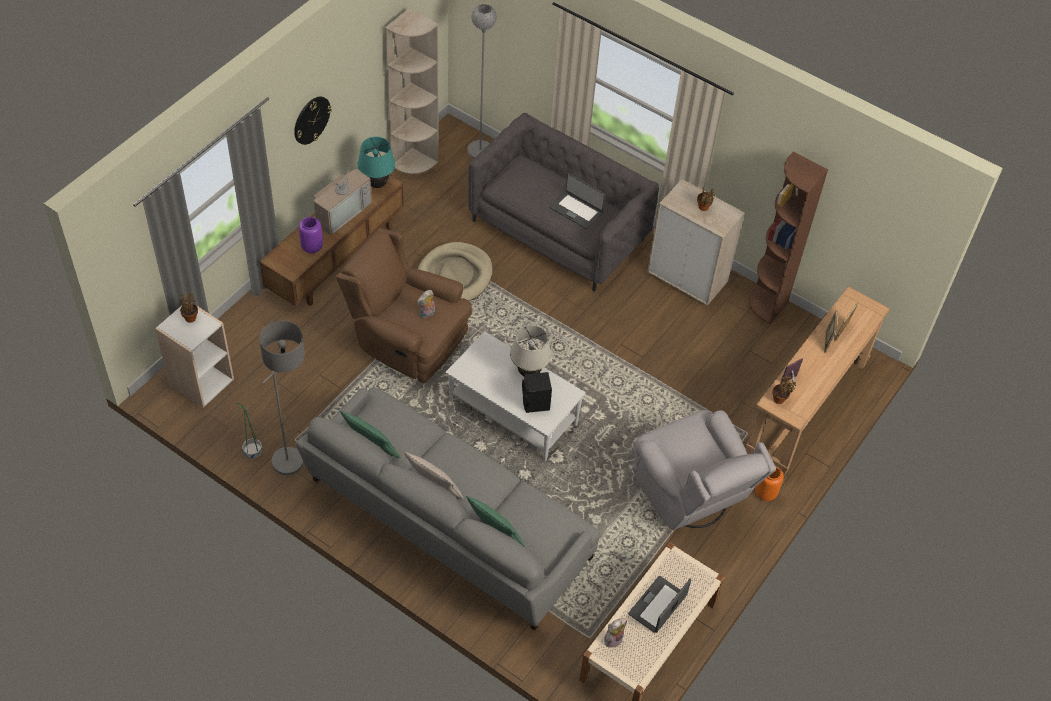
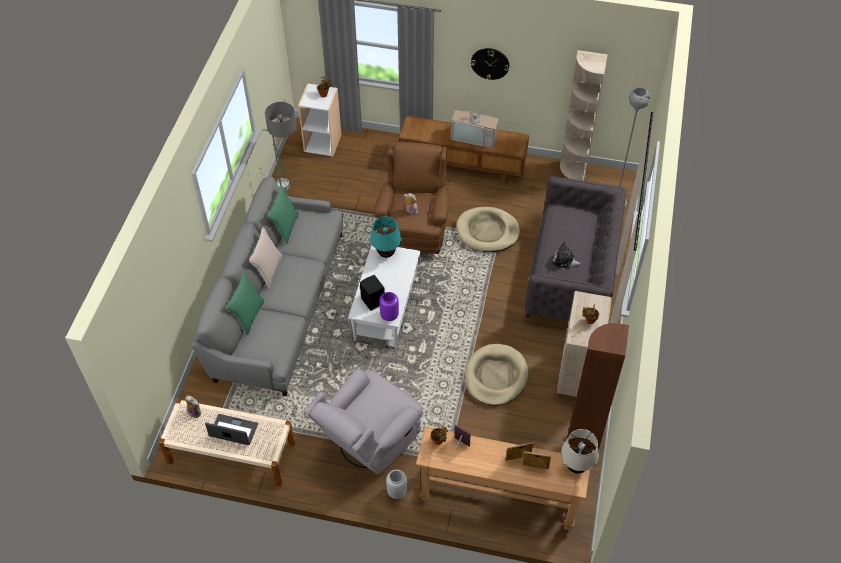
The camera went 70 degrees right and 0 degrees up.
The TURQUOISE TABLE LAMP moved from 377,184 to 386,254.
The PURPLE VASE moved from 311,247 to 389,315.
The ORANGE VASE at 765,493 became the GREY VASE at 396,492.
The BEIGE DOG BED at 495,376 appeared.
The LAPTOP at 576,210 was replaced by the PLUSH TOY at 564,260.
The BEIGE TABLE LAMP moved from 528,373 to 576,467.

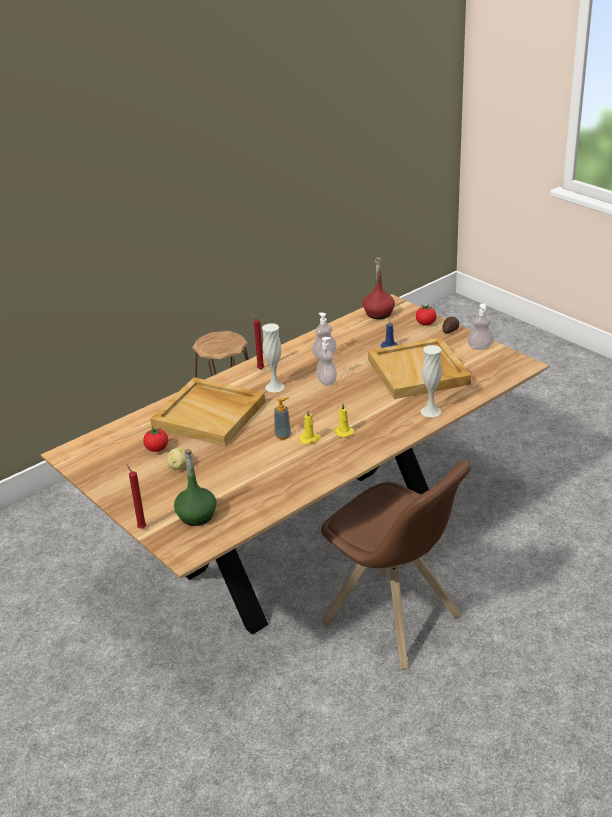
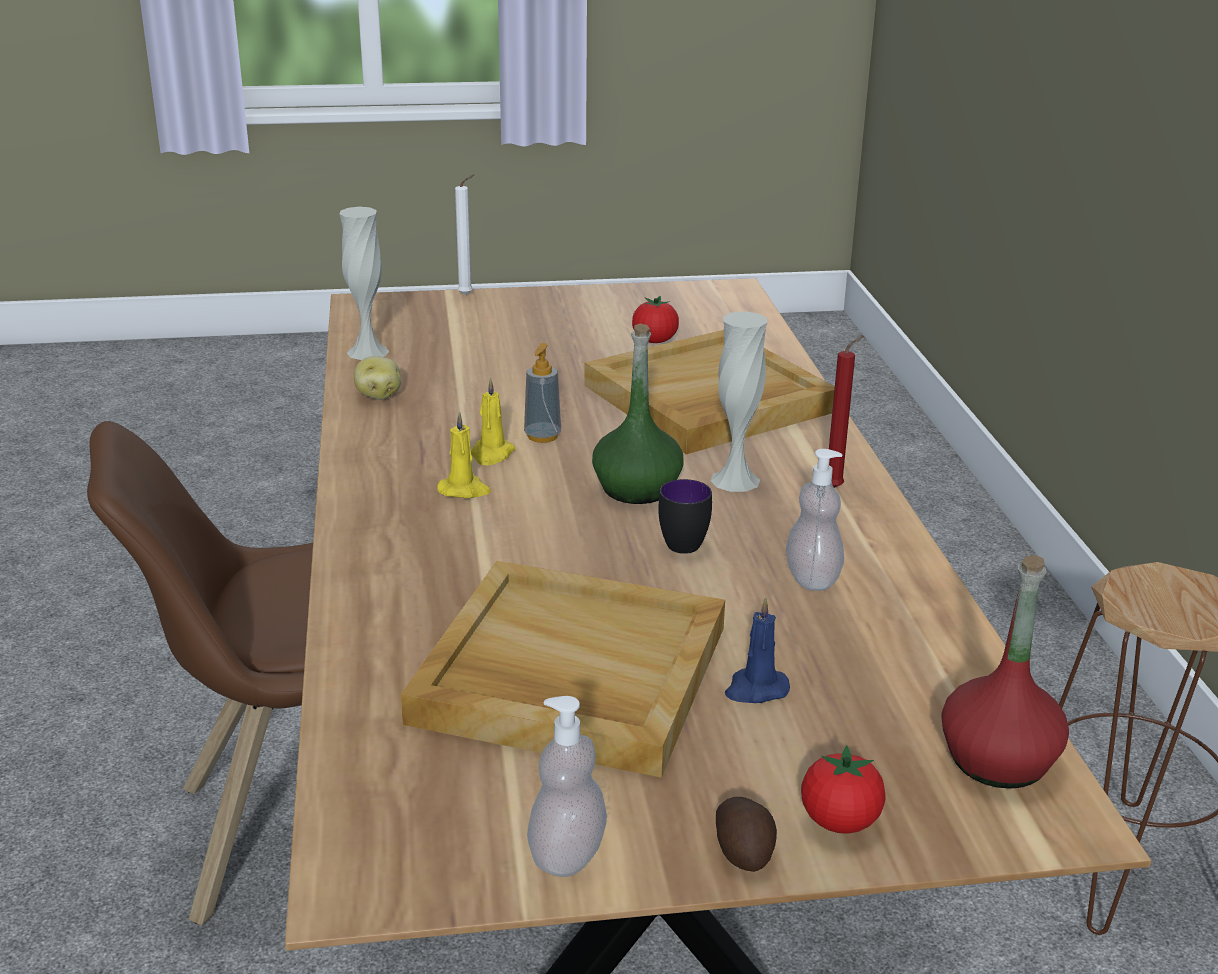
The camera went 120 degrees right and 5 degrees down.
The WHITE VASE moved from 430,411 to 368,352.
The POTATO moved from 179,467 to 378,395.
The RED CANDLE at 141,527 became the WHITE CANDLE at 468,295.
The GREEN BOTTLE moved from 196,516 to 637,488.
The SOAP DISPENSER at 327,381 was replaced by the MUG at 685,540.

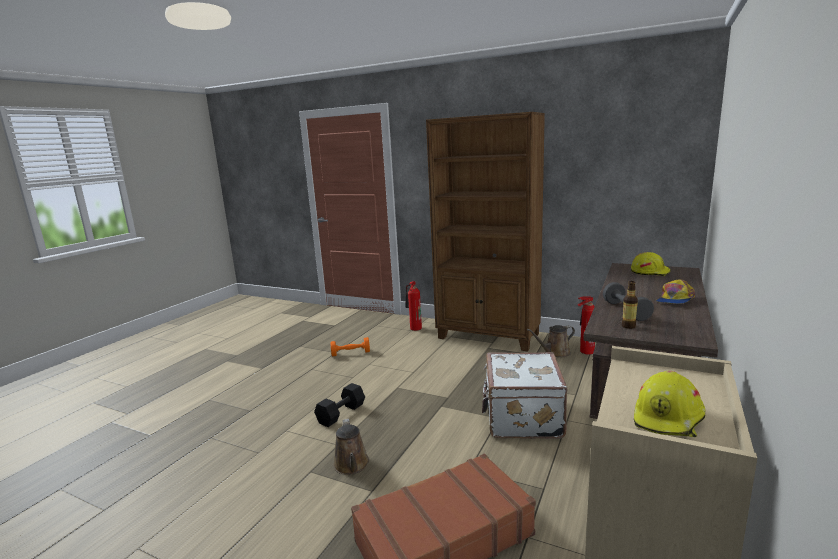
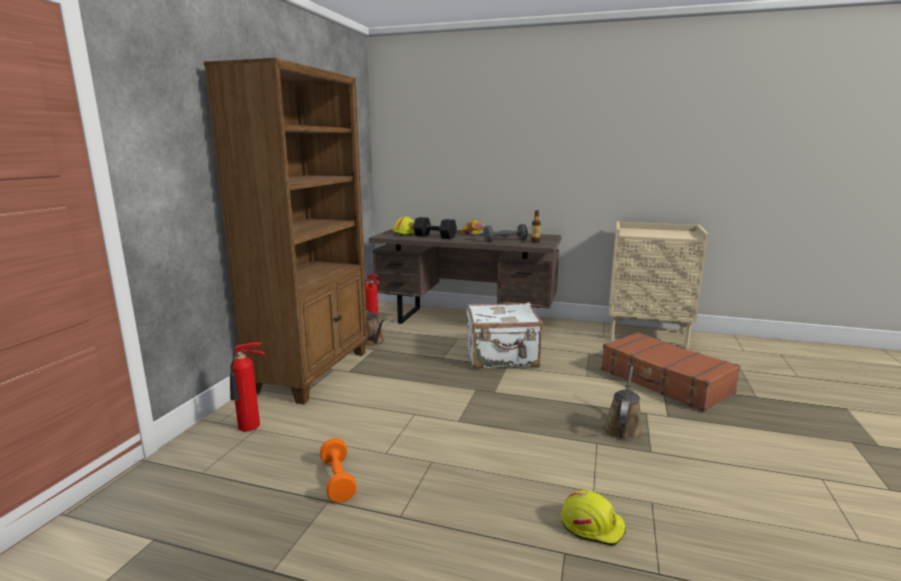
The camera went 100 degrees left and 0 degrees up.
The BLACK DUMBBELL moved from 341,414 to 435,236.
The YELLOW HARD HAT moved from 668,419 to 592,525.
The BROWN WATERING CAN at 352,465 turned 45 degrees counterclockwise.

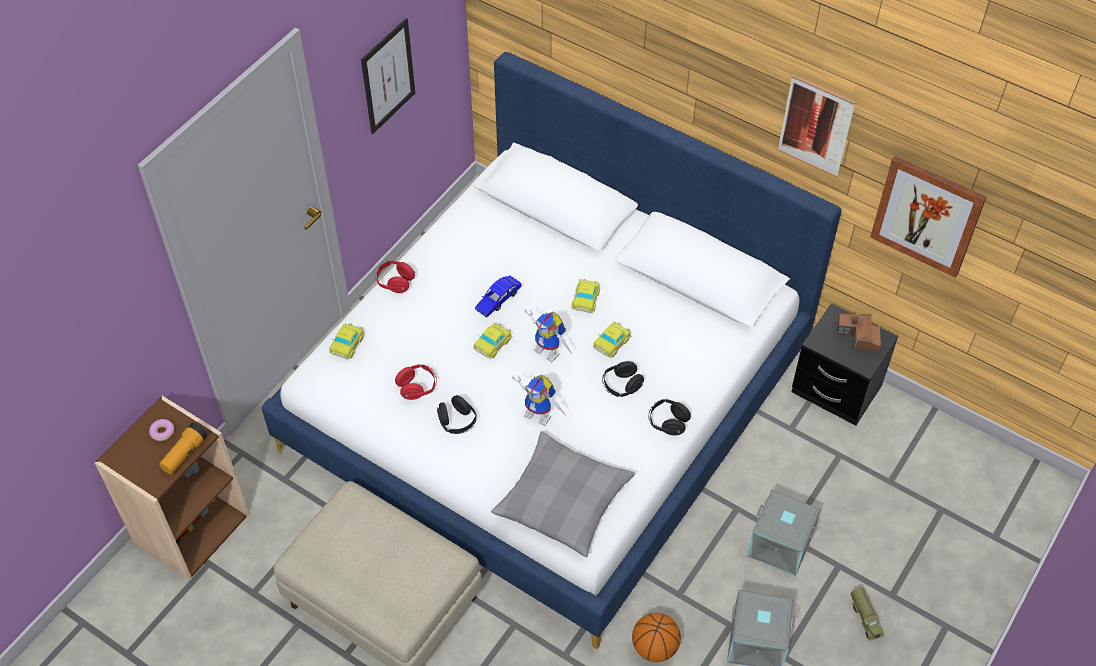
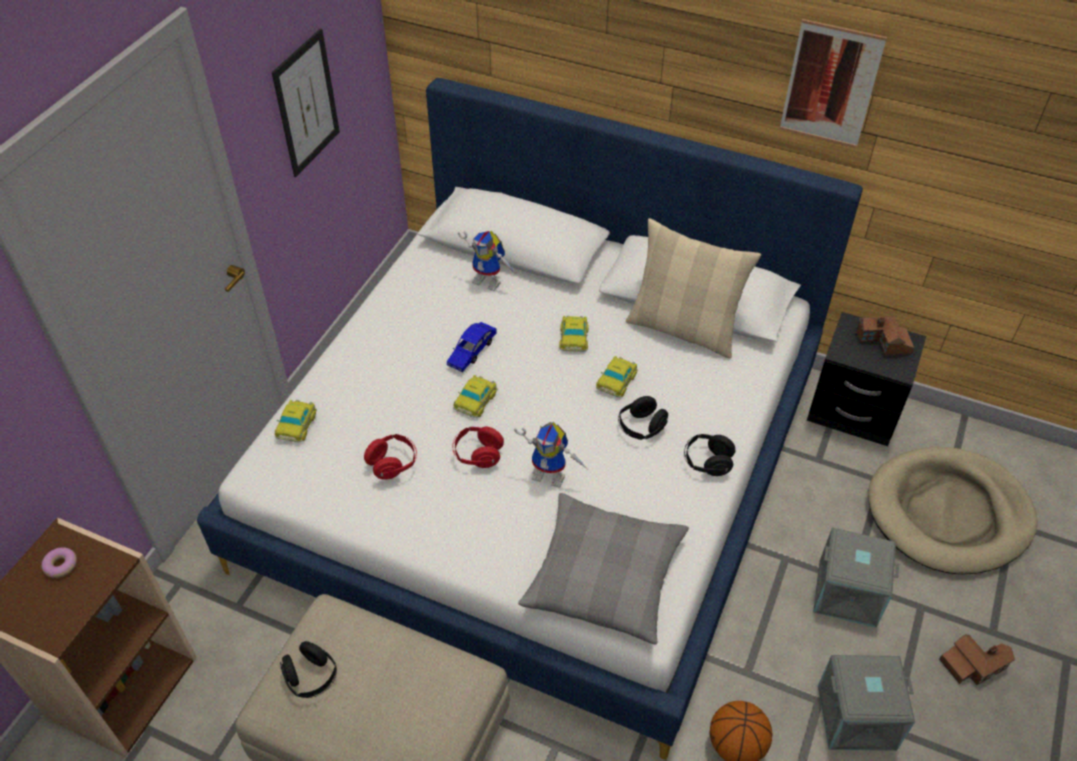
The camera went 10 degrees left and 5 degrees down.
The BLACK HEADPHONES moved from 457,422 to 311,677.
The RED HEADPHONES moved from 395,282 to 478,454.
The TOY ROBOT moved from 550,351 to 490,281.
The BEIGE PILLOW at 683,329 appeared.
The BEIGE DOG BED at 948,514 appeared.
The TOY TRUCK at 865,618 was replaced by the TOY HOUSE at 972,664.
The FLASHLIGHT at 184,454 disappeared.
The PICTURE at 927,215 disappeared.

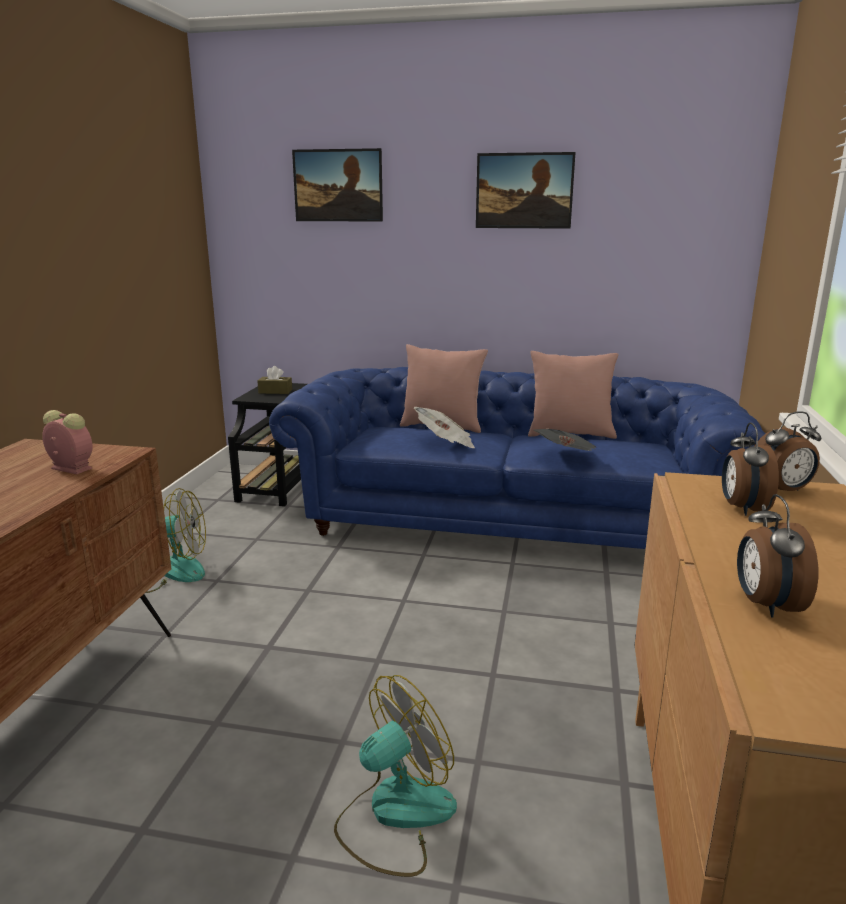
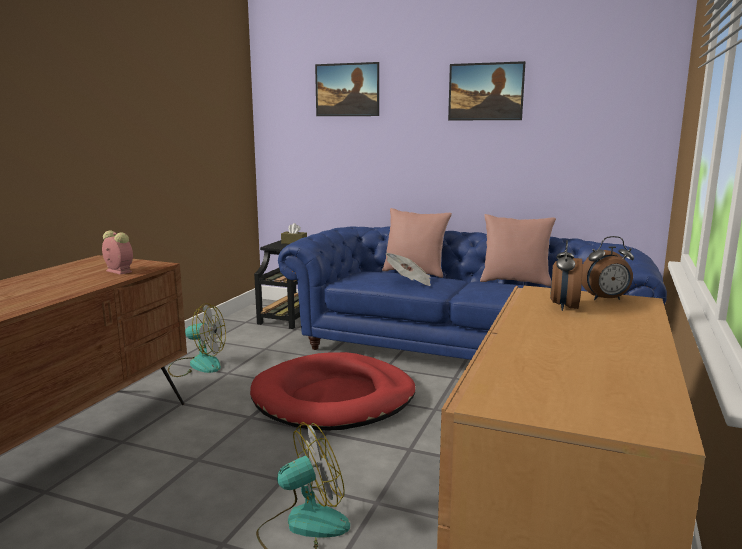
The camera went 10 degrees right and 5 degrees down.
The RED DOG BED at 334,398 appeared.
The NEWSPAPER at 566,457 disappeared.
The ALARM CLOCK at 765,605 disappeared.

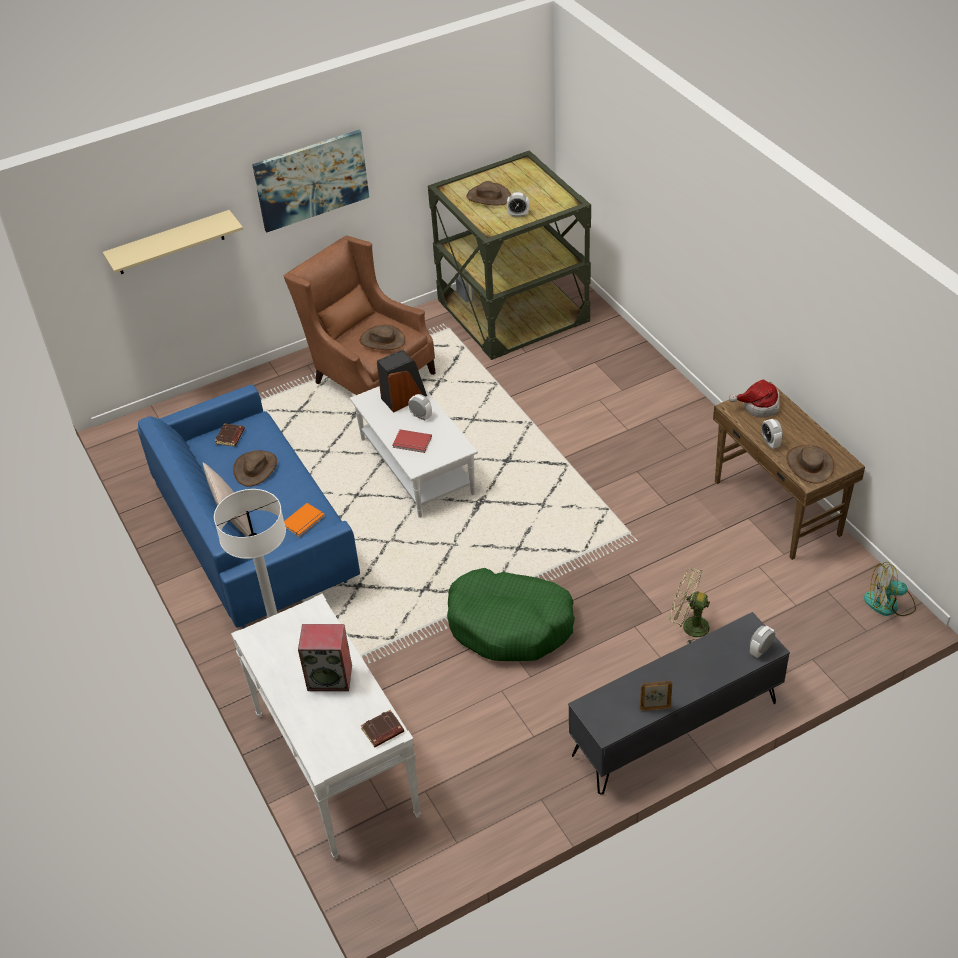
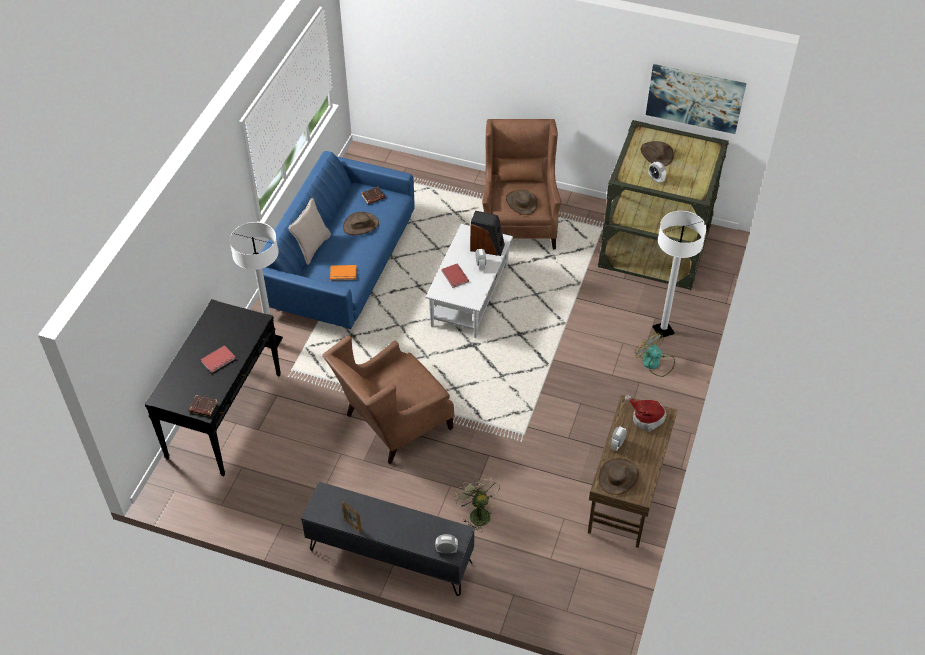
The camera went 45 degrees right and 5 degrees up.
The WHITE CONSOLE TABLE at 335,763 became the BLACK CONSOLE TABLE at 224,415.
The SPEAKER at 330,677 was replaced by the RED BOOK at 219,360.
The GREEN DOG BED at 510,625 was replaced by the BROWN ARMCHAIR at 392,424.
The FAN moved from 889,604 to 655,363.
The PICTURE moved from 311,180 to 695,98.
The WHITE FLOOR LAMP at 663,330 appeared.
The BEIGE SHELF at 170,243 disappeared.

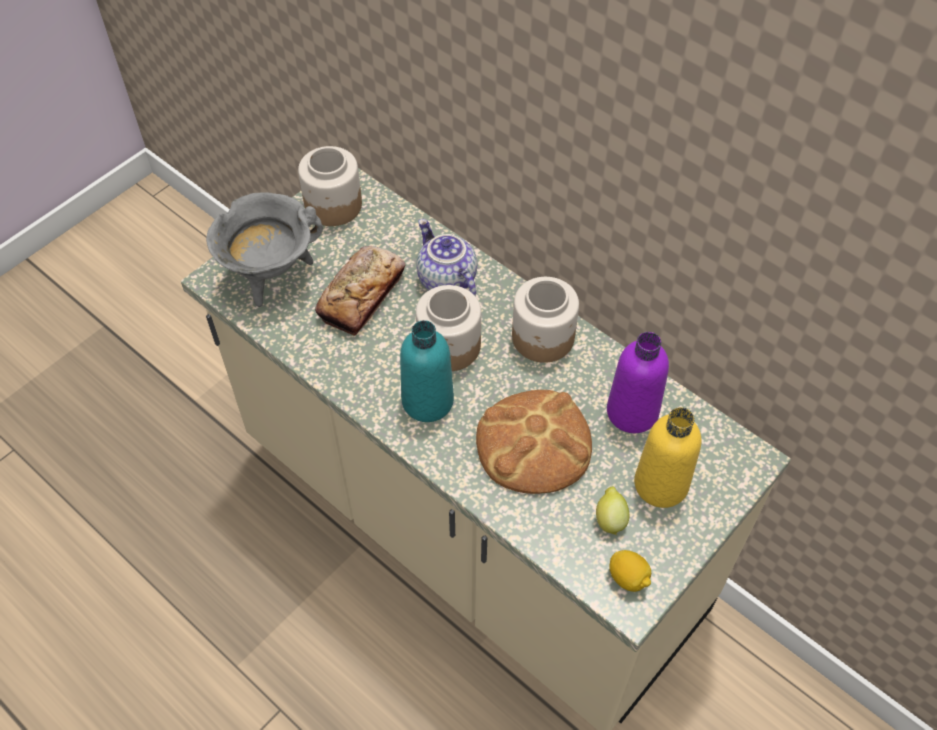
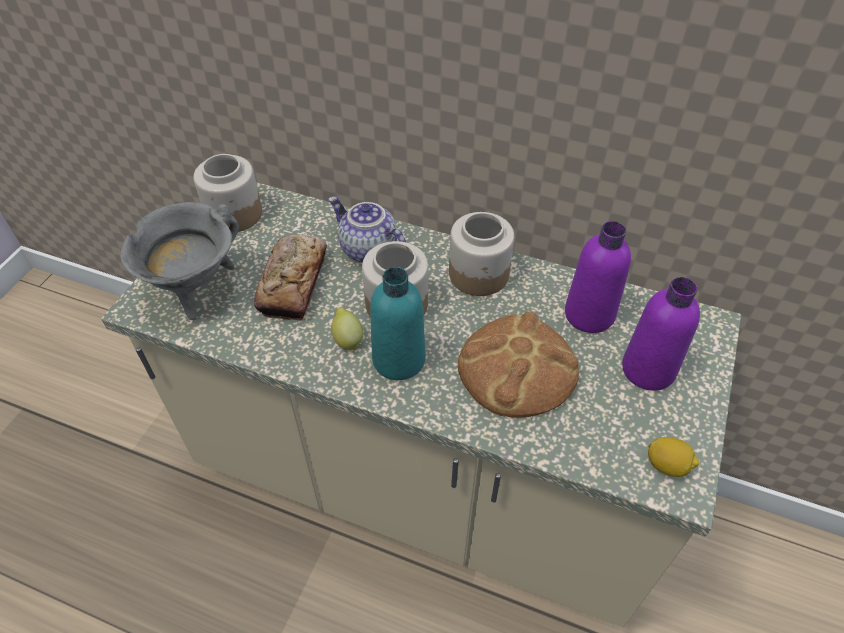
The camera went 20 degrees left and 5 degrees down.
The LEMON moved from 610,519 to 347,339.
The YELLOW BOTTLE at 661,484 became the PURPLE BOTTLE at 648,369.

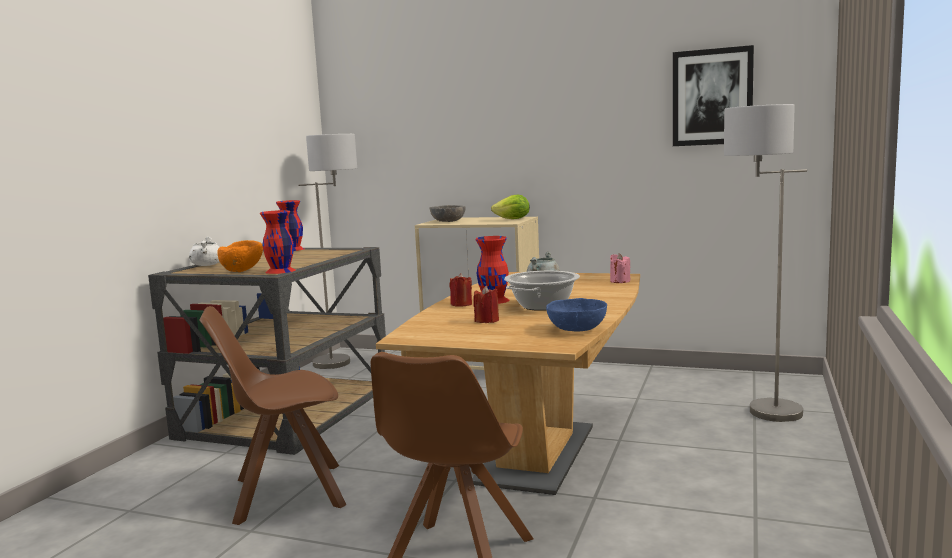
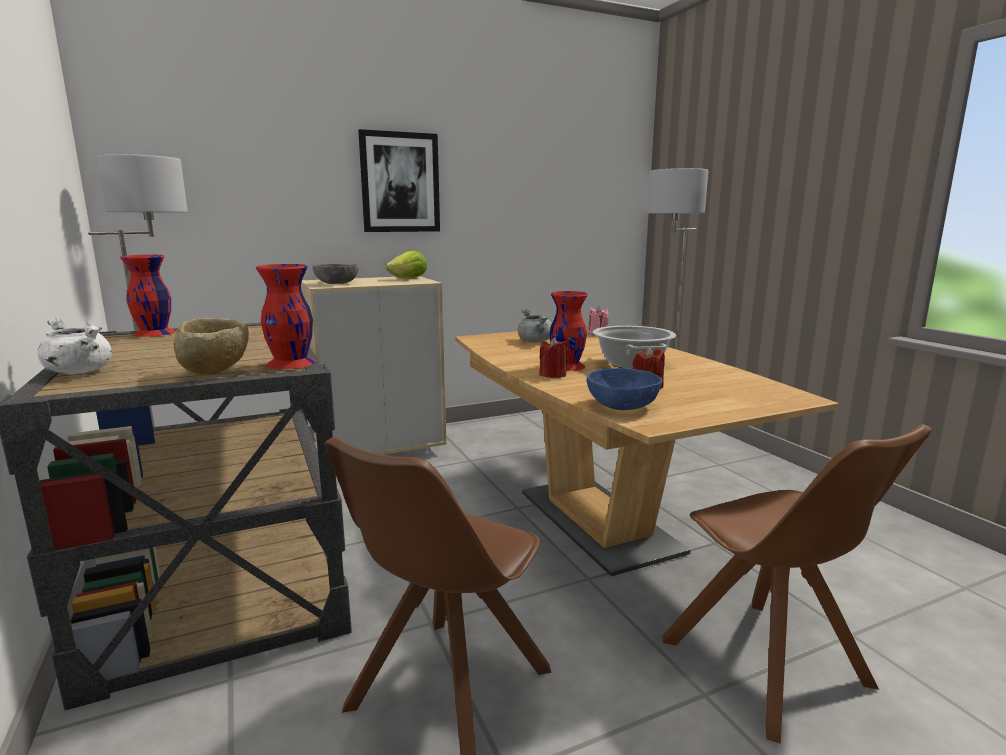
The camera went 45 degrees left and 5 degrees up.
The ORANGE BOWL at 242,271 became the BEIGE BOWL at 216,372.
The PICTURE moved from 712,97 to 400,183.
The BLUE BOWL moved from 577,329 to 622,406.

